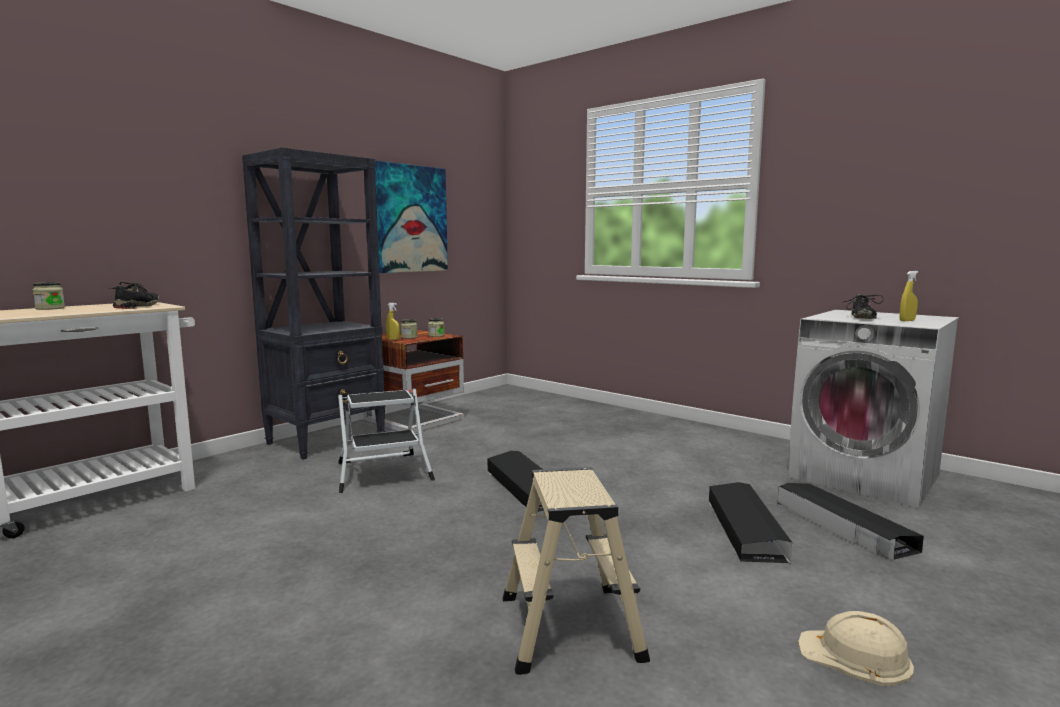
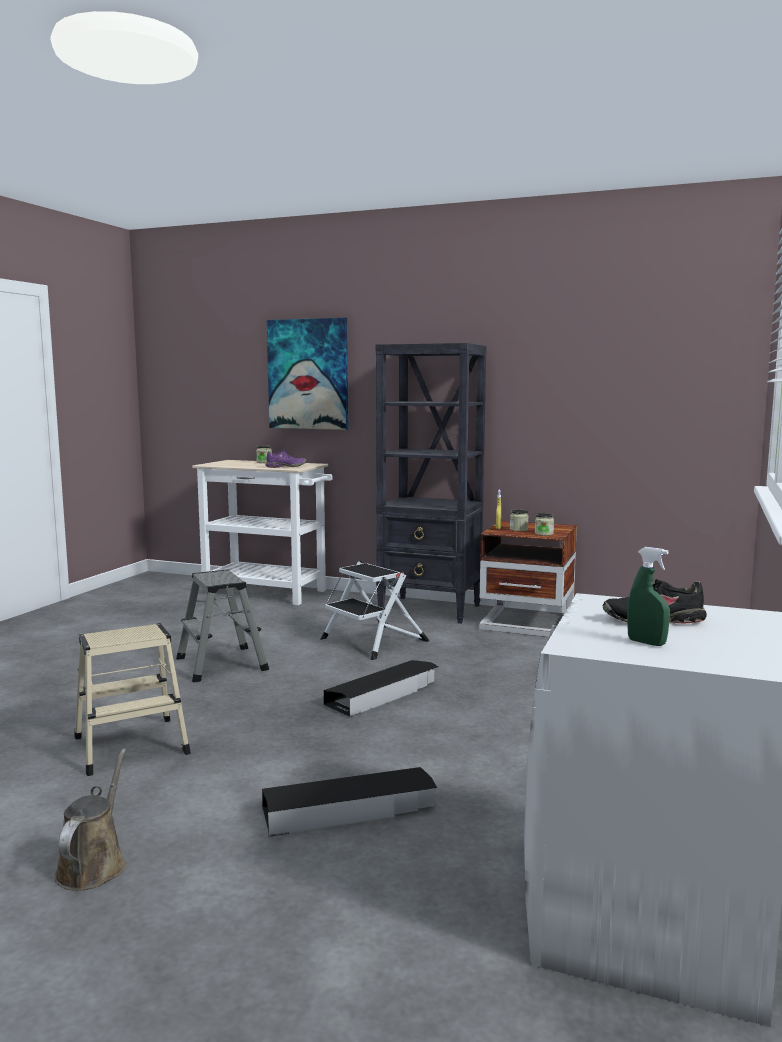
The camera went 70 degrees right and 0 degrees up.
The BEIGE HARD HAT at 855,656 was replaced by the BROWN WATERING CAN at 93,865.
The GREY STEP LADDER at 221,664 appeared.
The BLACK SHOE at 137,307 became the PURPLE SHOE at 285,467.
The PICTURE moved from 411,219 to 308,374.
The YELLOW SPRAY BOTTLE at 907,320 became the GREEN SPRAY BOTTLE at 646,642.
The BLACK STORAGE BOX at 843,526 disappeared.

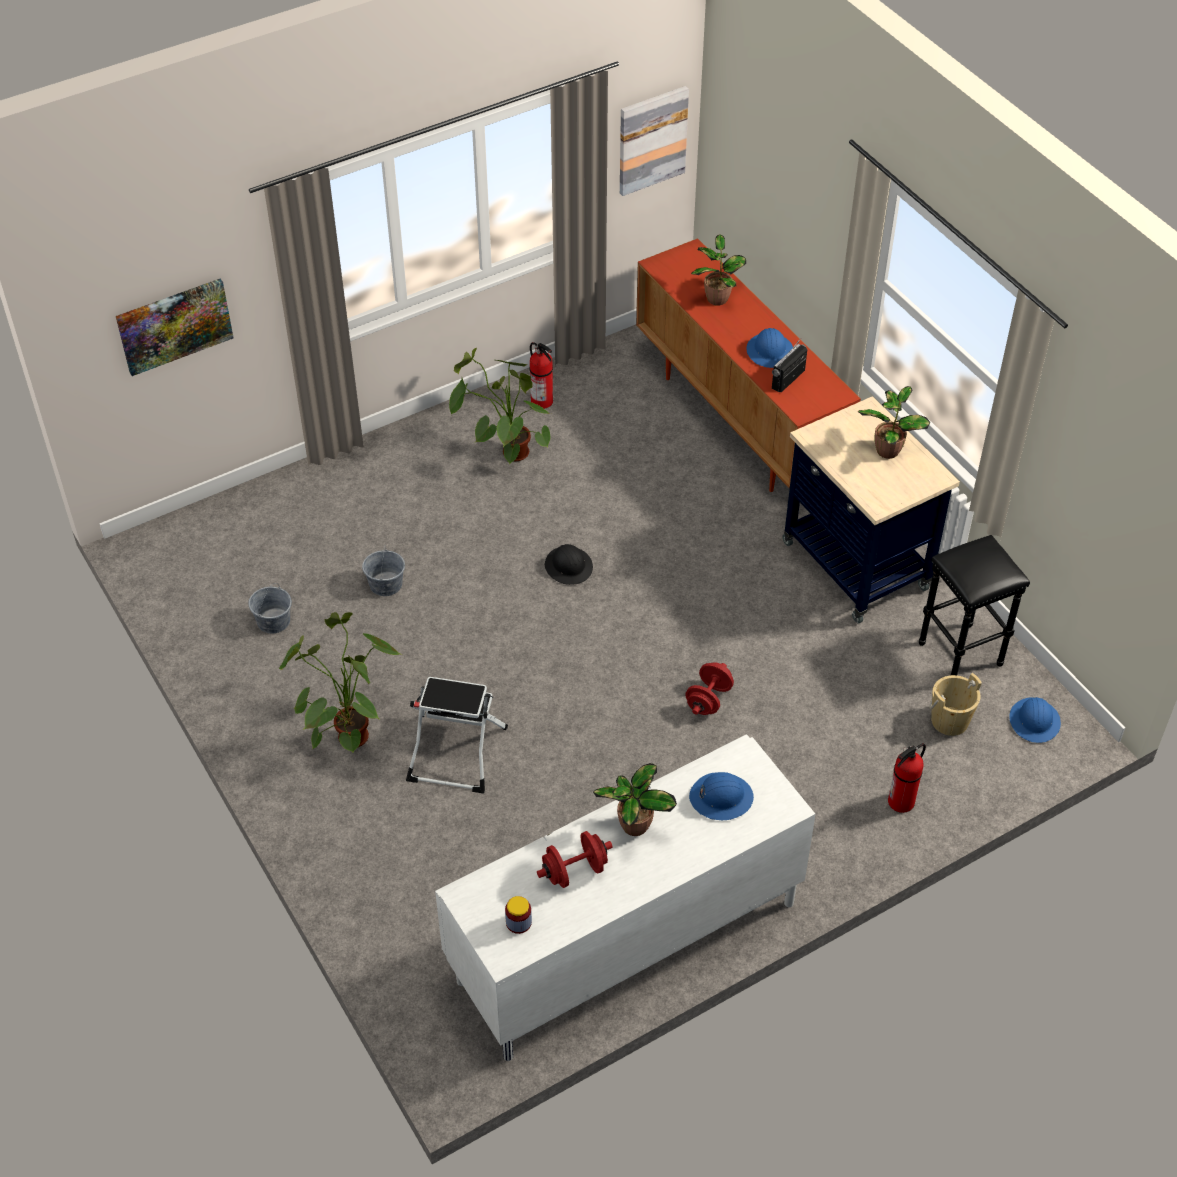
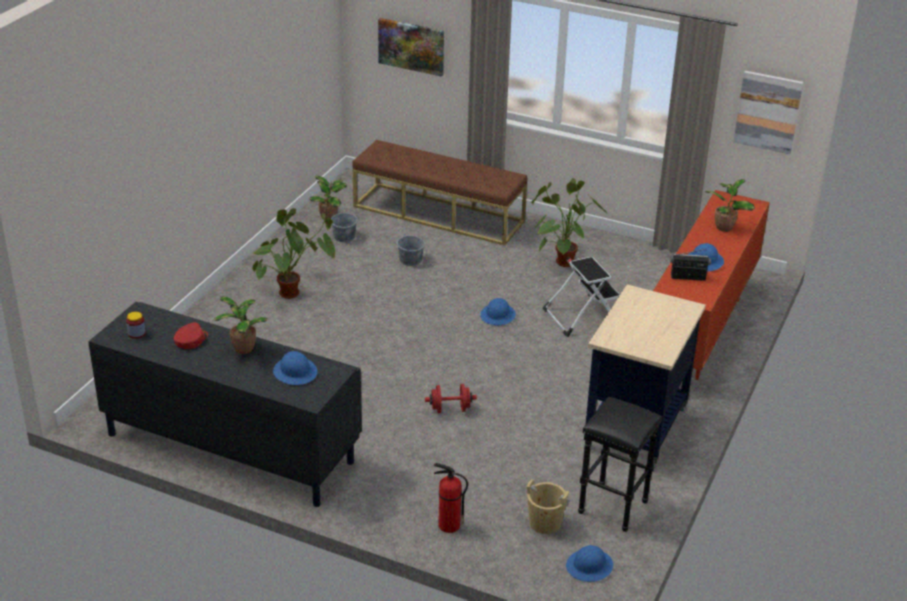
The camera went 55 degrees right and 15 degrees down.
The WHITE CABINET at 624,938 became the BLACK CABINET at 231,446.
The RED DUMBBELL at 574,871 was replaced by the RED CAP at 190,339.
The POTTED PLANT moved from 888,449 to 329,217.
The BROWN BENCH at 439,214 appeared.
The BLACK HARD HAT at 569,566 became the BLUE HARD HAT at 498,315.
The STEP LADDER moved from 455,750 to 581,315.
The FIRE EXTINGUISHER at 542,401 disappeared.

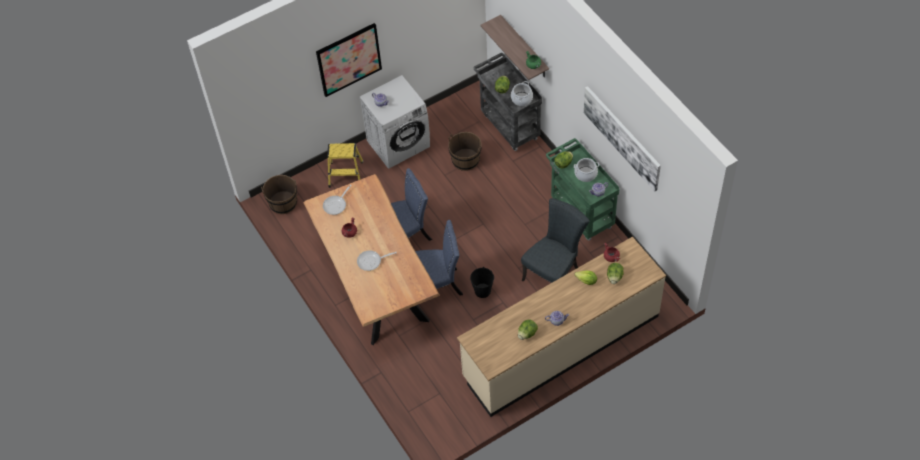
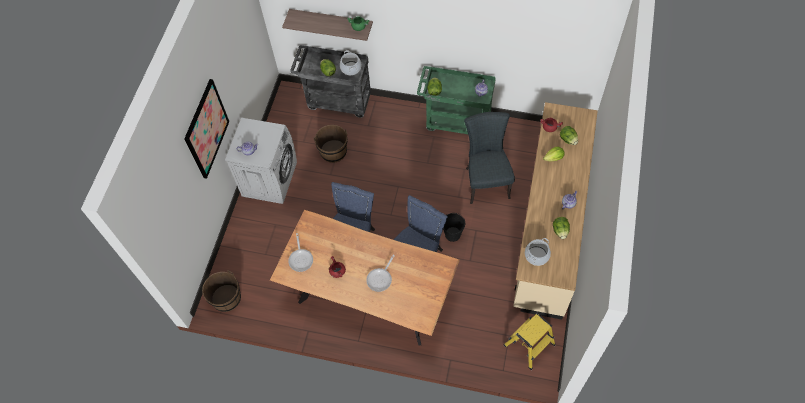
The camera went 45 degrees left and 5 degrees up.
The YELLOW STEP LADDER moved from 345,174 to 529,345.
The COOKING POT moved from 585,174 to 536,255.
The PICTURE at 622,137 disappeared.

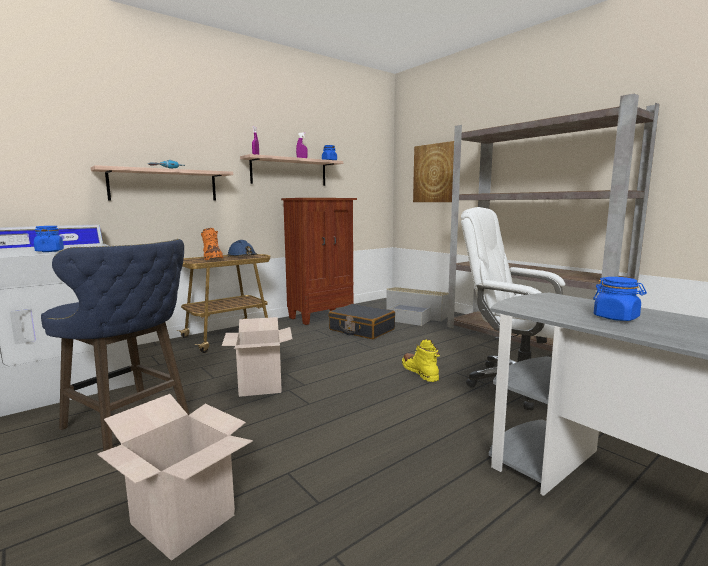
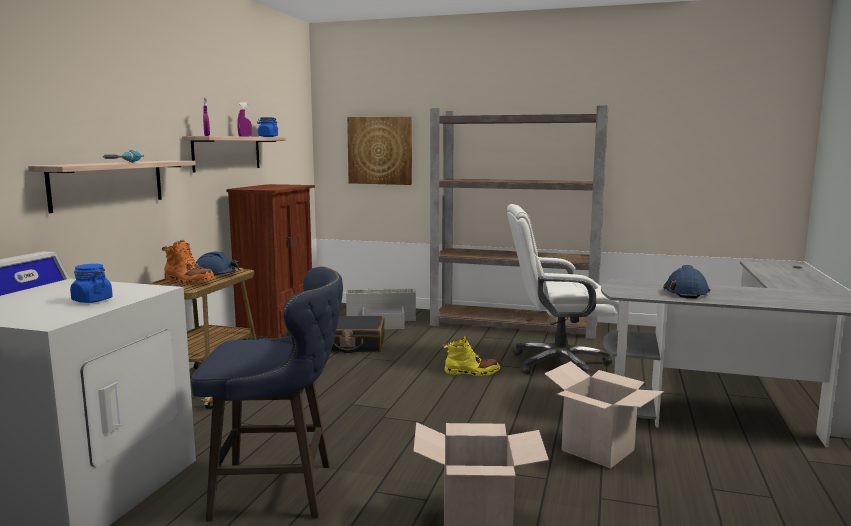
The camera went 35 degrees left and 0 degrees up.
The YELLOW BOOT at 420,372 turned 150 degrees clockwise.
The CARDBOARD BOX moved from 260,385 to 598,450.
The BLUE JAR at 616,318 was replaced by the BLUE HARD HAT at 685,292.

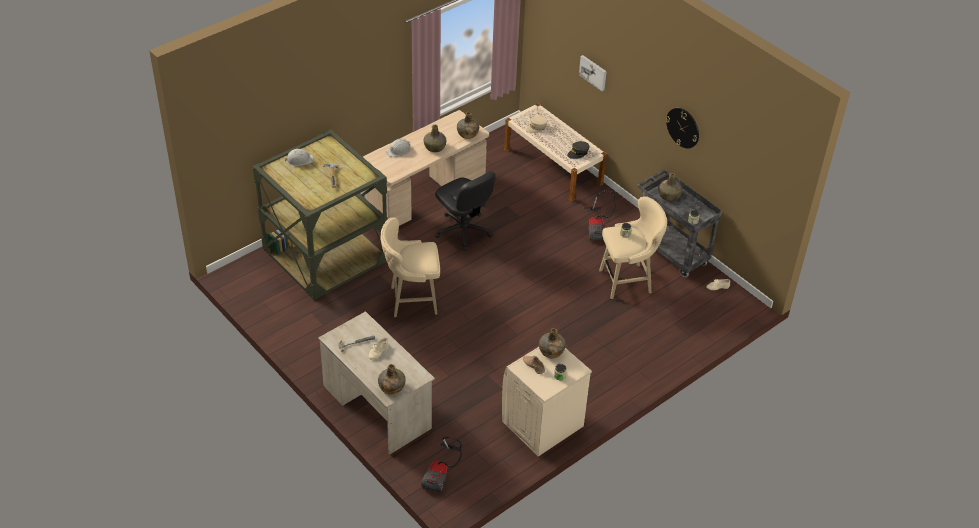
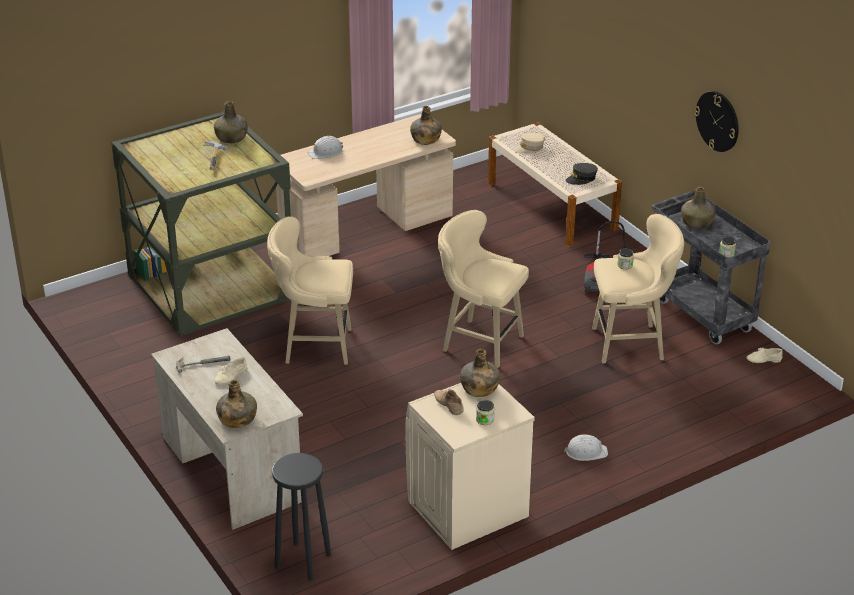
The camera went 10 degrees right and 10 degrees down.
The GREEN BOTTLE moved from 435,147 to 232,138.
The VACUUM CLEANER at 441,474 was replaced by the BLACK STOOL at 302,560.
The BEIGE STOOL at 479,342 appeared.
The WHITE HARD HAT moved from 299,160 to 586,452.
The BLACK OFFICE CHAIR at 463,231 disappeared.
The PICTURE at 593,72 disappeared.

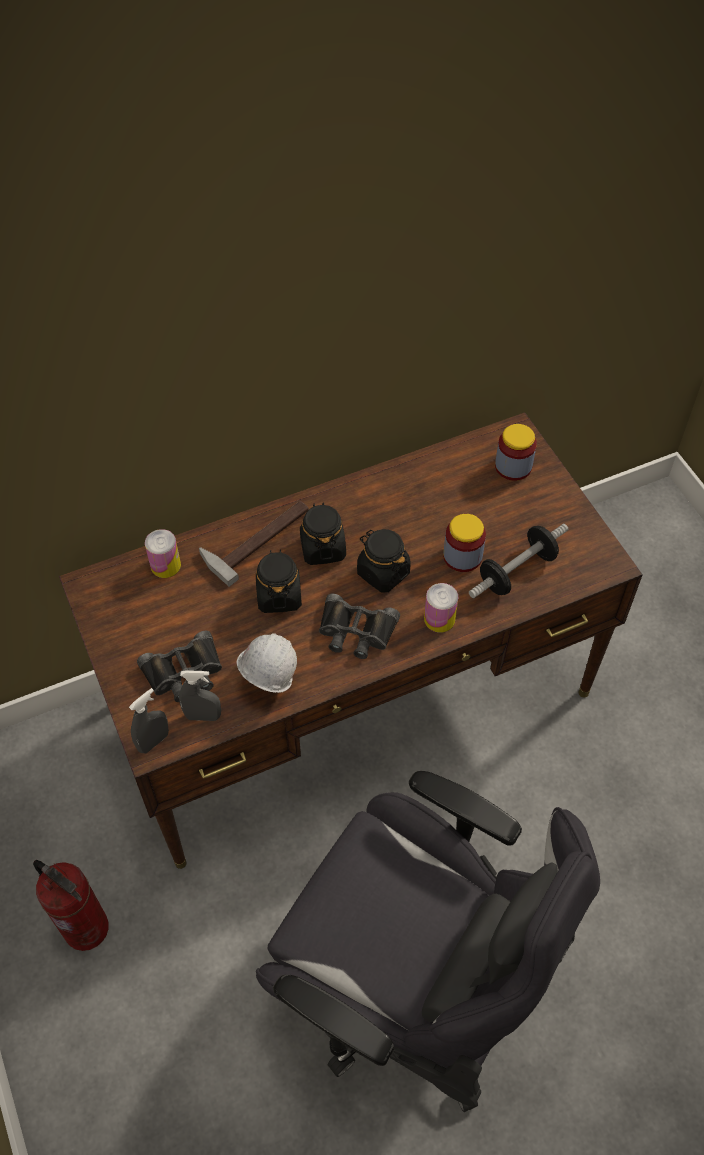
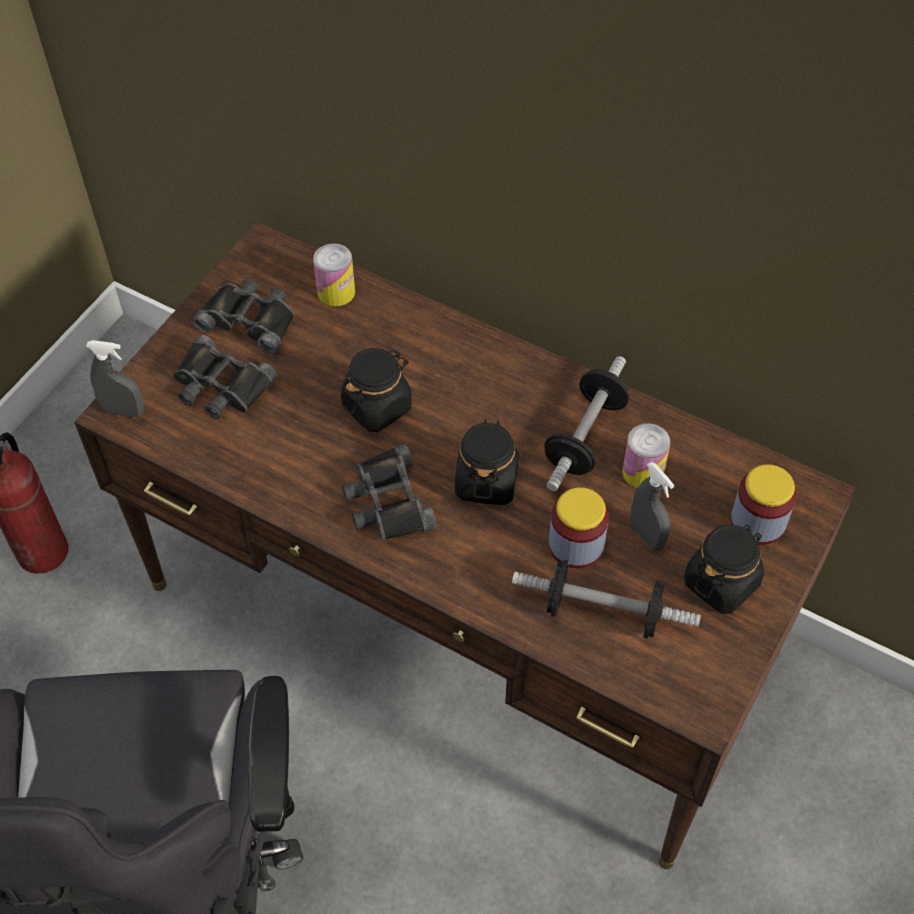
The camera went 55 degrees right and 0 degrees up.
The BLACK BINOCULARS at 250,319 appeared.
The DUMBBELL at 585,437 appeared.
The CAN moved from 439,619 to 643,472.
The GREY SPRAY BOTTLE moved from 203,716 to 646,535.
The BLACK JAR moved from 322,548 to 721,583.
The HAMMER at 257,537 disappeared.
The WHITE HARD HAT at 267,681 disappeared.

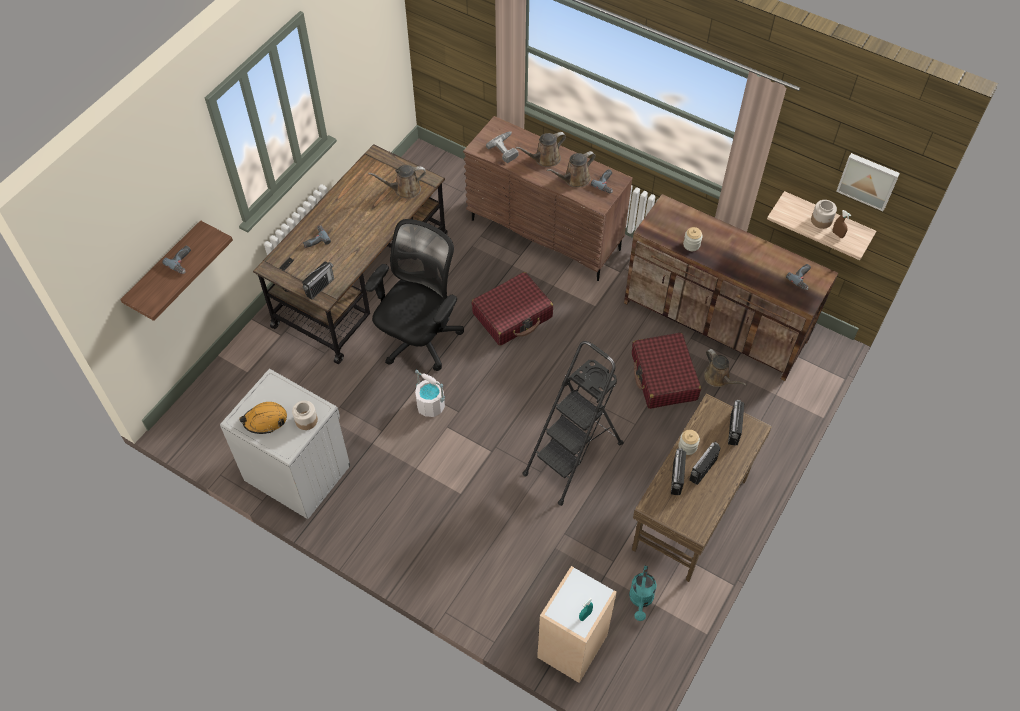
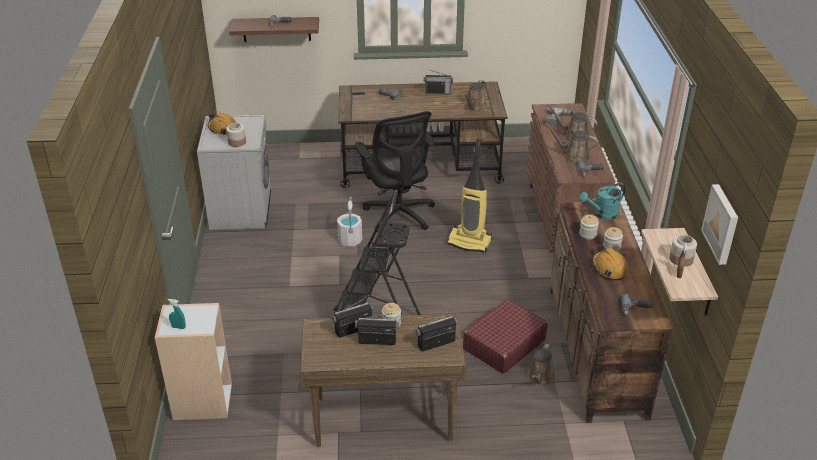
The camera went 55 degrees right and 20 degrees down.
The BLACK OFFICE CHAIR at 419,343 turned 75 degrees clockwise.
The RADIO moved from 320,287 to 438,92.
The RED SUITCASE at 512,315 was replaced by the VACUUM CLEANER at 470,242.
The BROWN WATERING CAN at 404,190 turned 105 degrees counterclockwise.
The TURQUOISE WATERING CAN moved from 641,600 to 602,214.
The ORANGE HARD HAT at 609,268 appeared.
The JAR at 611,247 appeared.

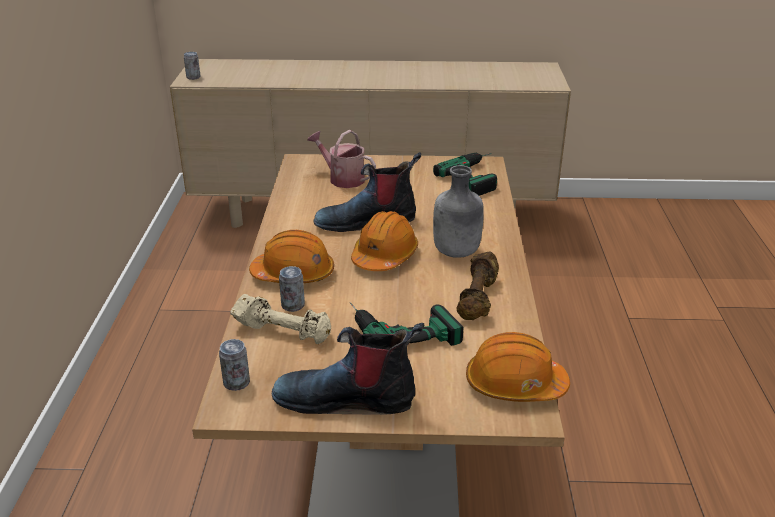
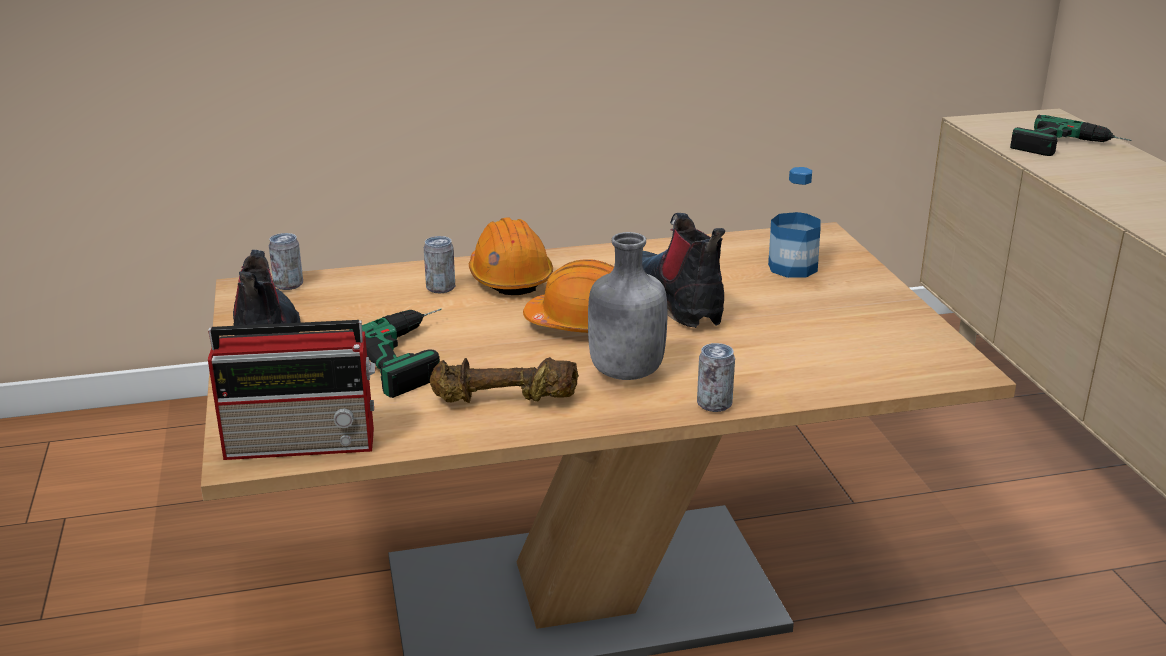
The camera went 75 degrees right and 5 degrees down.
The ORANGE HARD HAT at 514,385 was replaced by the RADIO at 304,442.
The CAN moved from 193,77 to 714,404.
The WATERING CAN at 342,178 was replaced by the BOTTLE at 792,267.
The POWER DRILL moved from 478,176 to 1070,147.
The BEIGE DUMBBELL at 283,331 disappeared.

